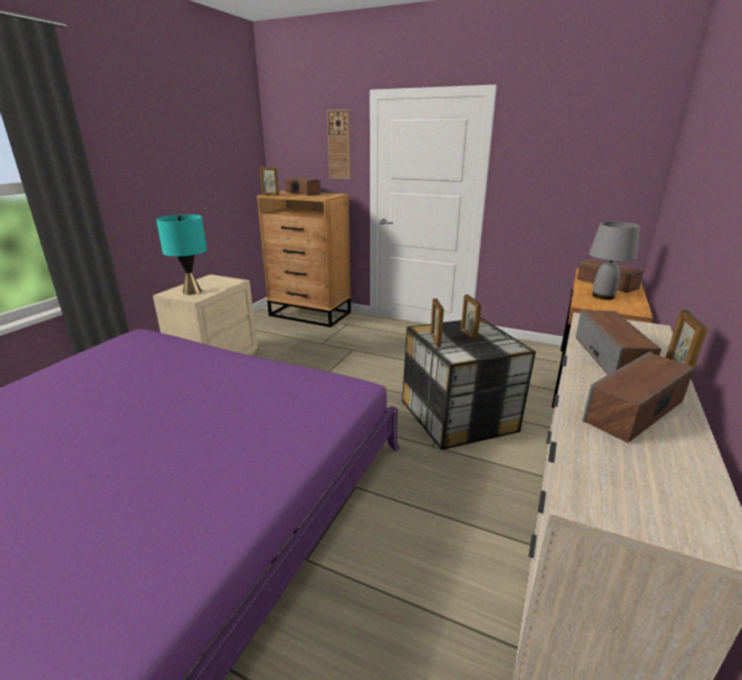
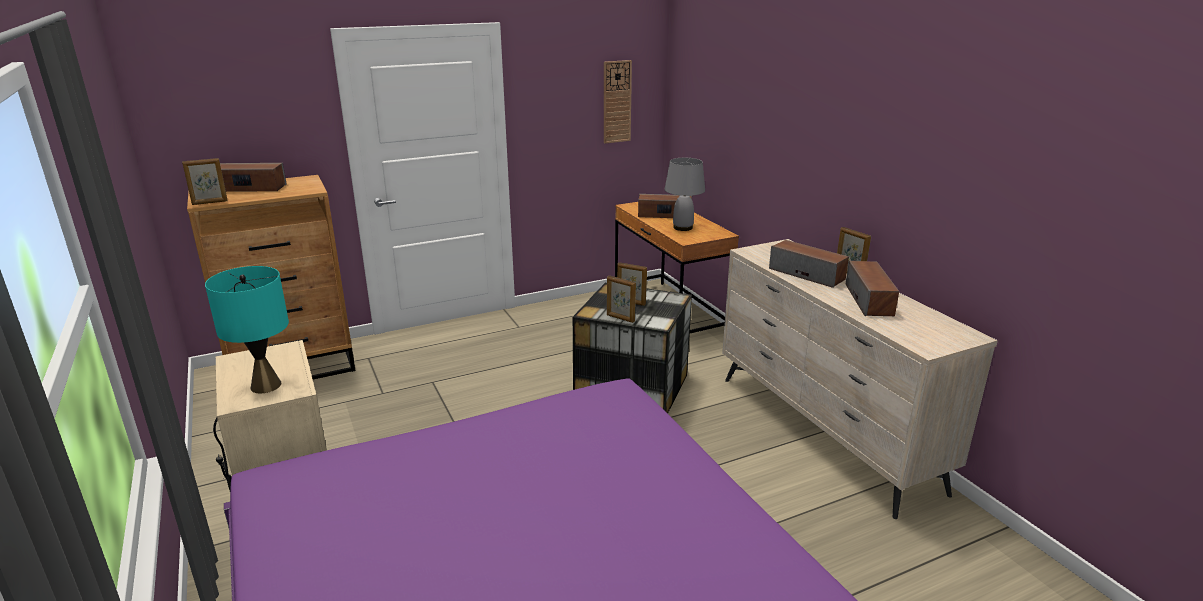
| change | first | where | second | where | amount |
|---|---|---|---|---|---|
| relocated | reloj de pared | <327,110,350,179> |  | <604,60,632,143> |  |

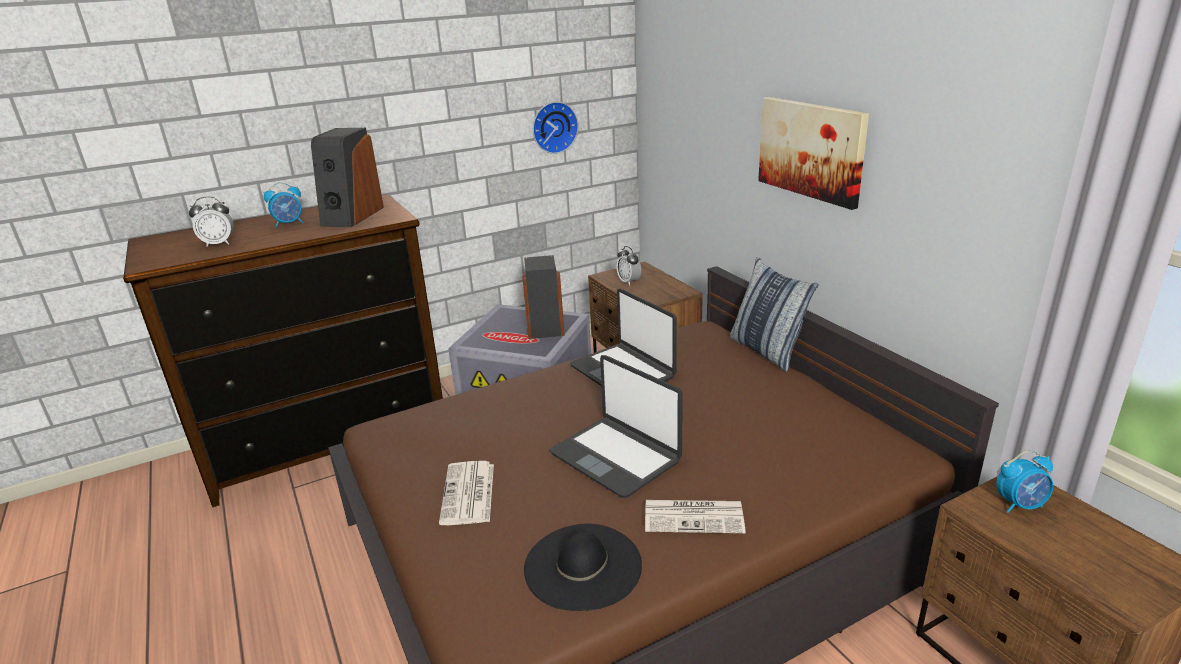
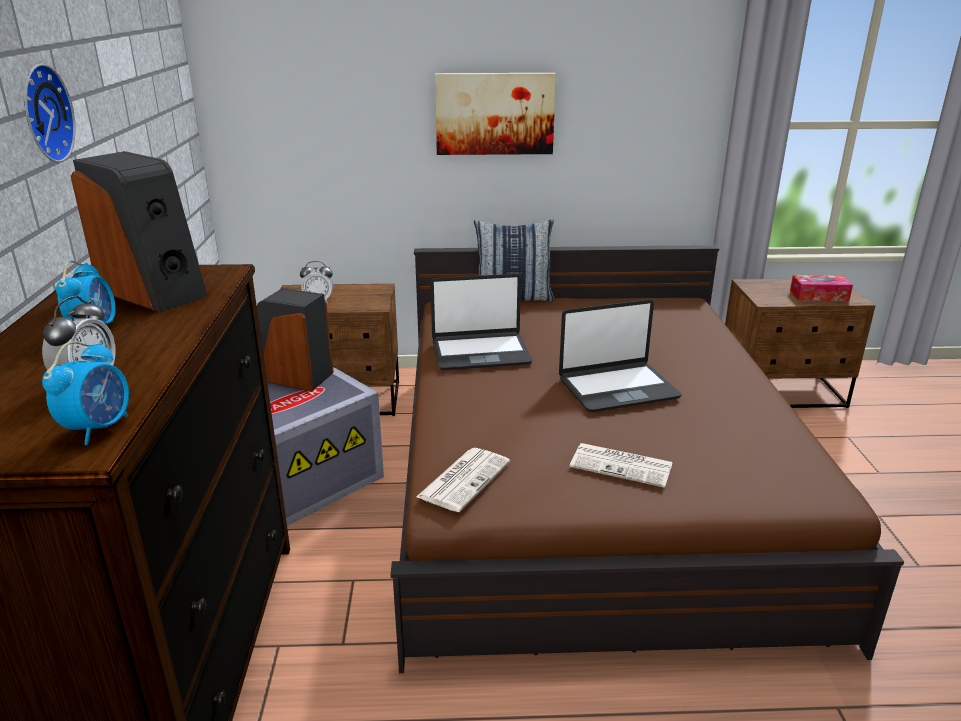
| change | first | where | second | where | amount |
|---|---|---|---|---|---|
| missing | sombrero/negro | <524,524,642,611> |  |  |  |
| relocated | reloj de pared | <533,102,578,154> |  | <24,64,76,163> |  |
| relocated | periódico | <645,500,746,533> |  | <416,448,510,512> |  |
| relocated | despertador | <997,450,1053,513> |  | <42,342,129,445> |  |
| appeared |  |  | caja de pañuelos | <790,275,853,301> |  |

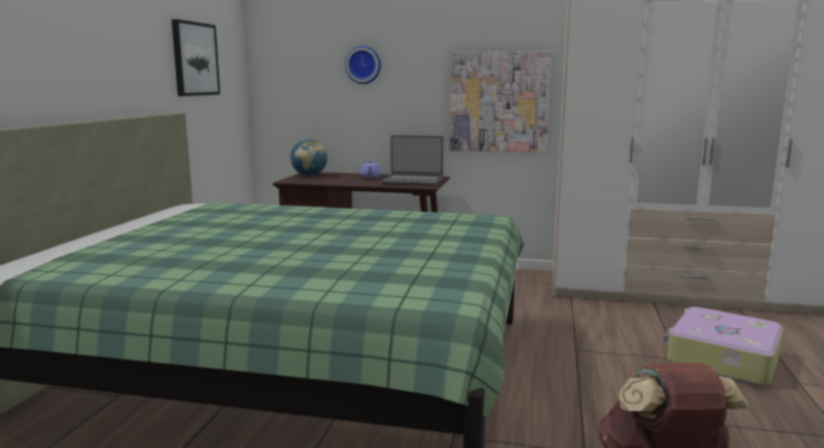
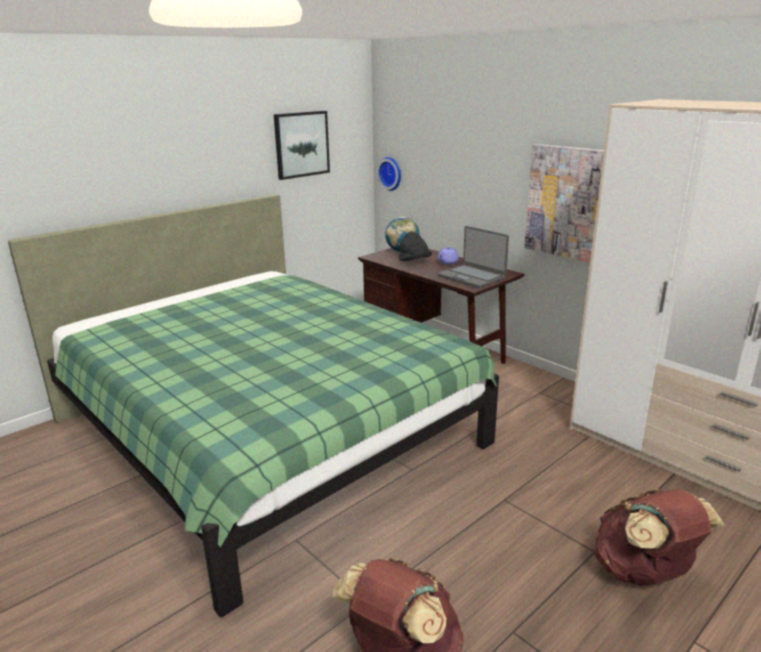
| change | first | where | second | where | amount |
|---|---|---|---|---|---|
| relocated | reloj de pared | <345,46,381,84> |  | <377,157,401,191> |  |
| exchanged | maleta | <663,307,784,386> | mochila/marrón | <594,489,724,586> |  |
| appeared |  |  | sombrero/negro | <398,231,432,261> |  |

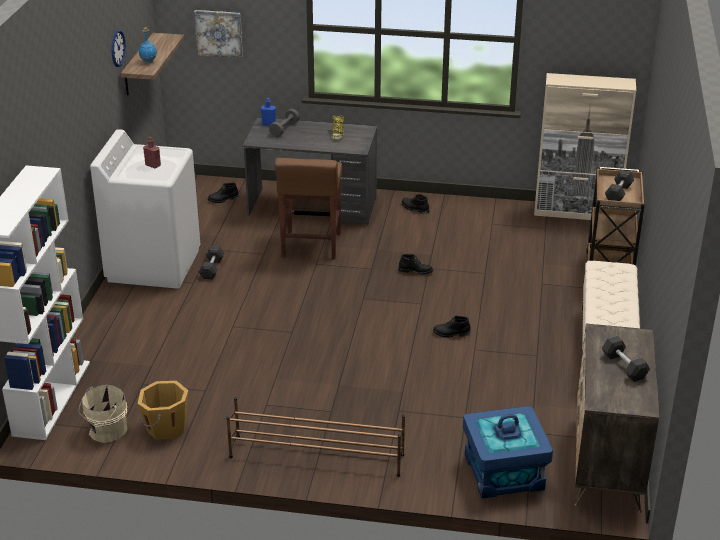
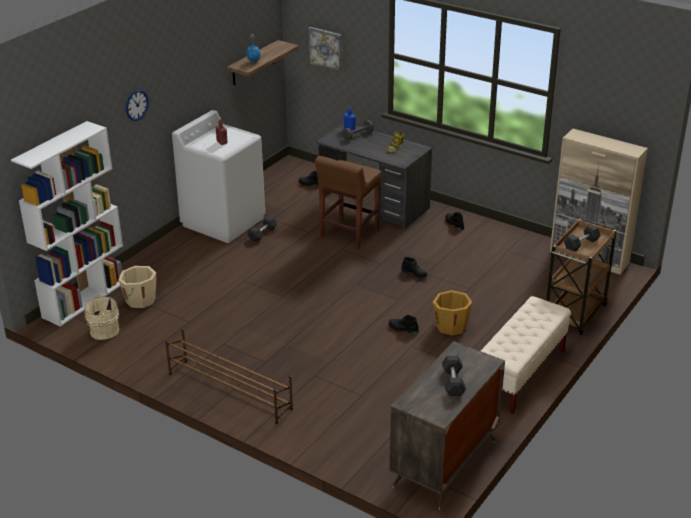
| change | first | where | second | where | amount |
|---|---|---|---|---|---|
| relocated | reloj de pared | <111,30,126,67> |  | <126,90,149,121> |  |
| relocated | cubo/naranja | <138,381,188,439> |  | <433,290,472,336> |  |
| missing | caja de almacenaje/azul | <463,406,553,499> |  |  |  |
| appeared |  |  | cubo/beis | <118,266,156,308> |  |

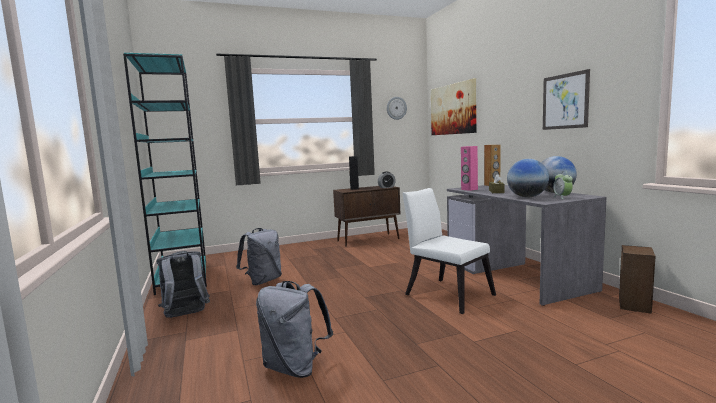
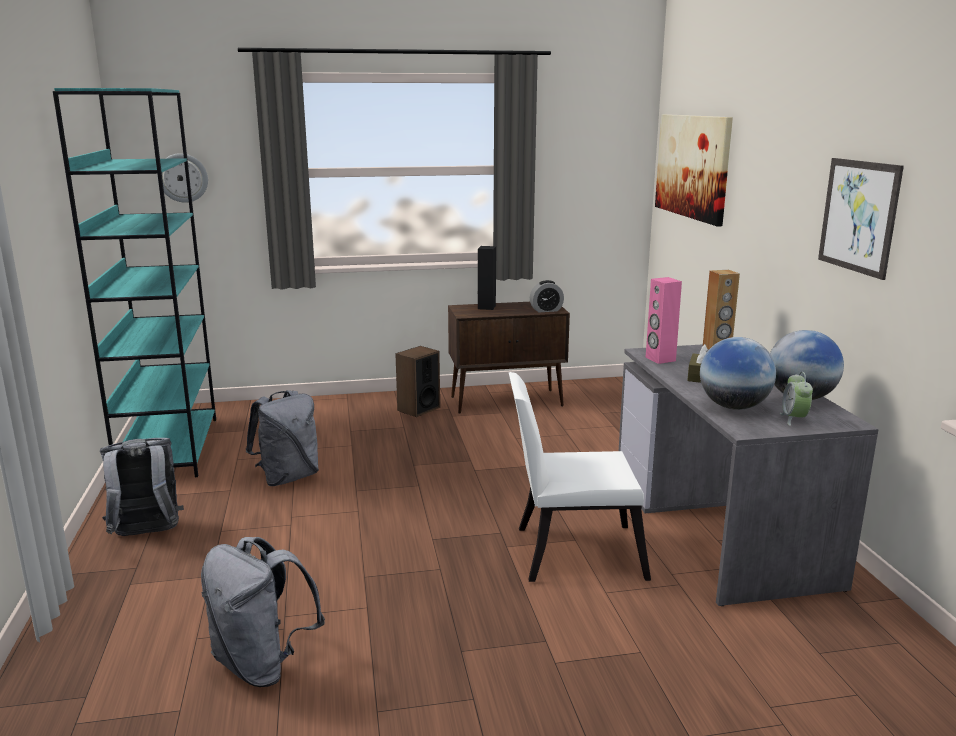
| change | first | where | second | where | amount |
|---|---|---|---|---|---|
| relocated | reloj de pared | <387,97,407,120> |  | <157,153,208,203> |  |
| spun | silla/blanco | <402,188,496,314> |  | <509,372,651,582> | 60 degrees counterclockwise |
| relocated | altavoz | <619,245,656,314> |  | <395,346,440,417> |  |

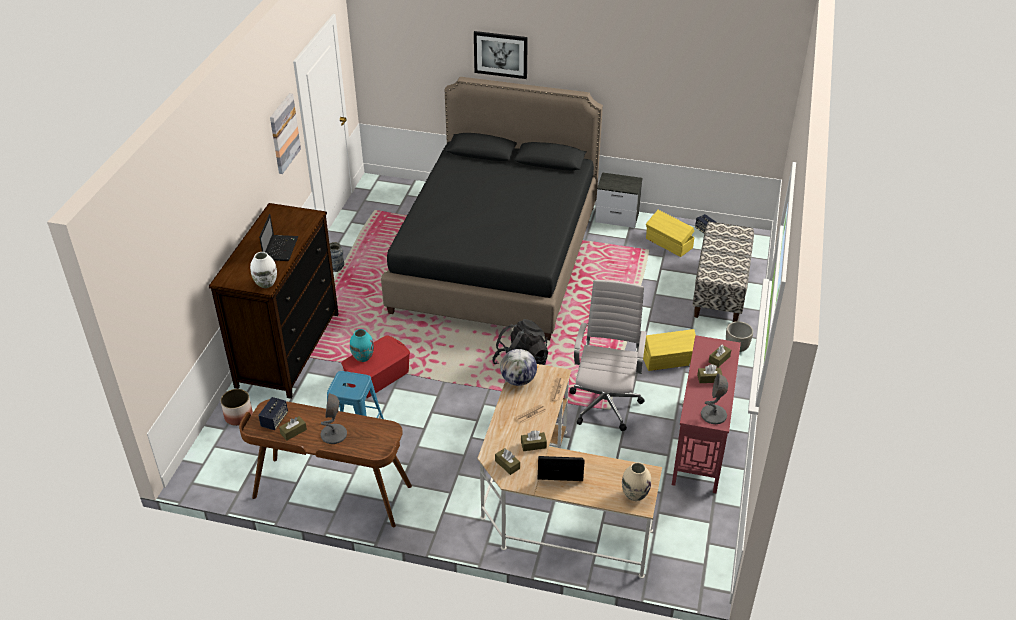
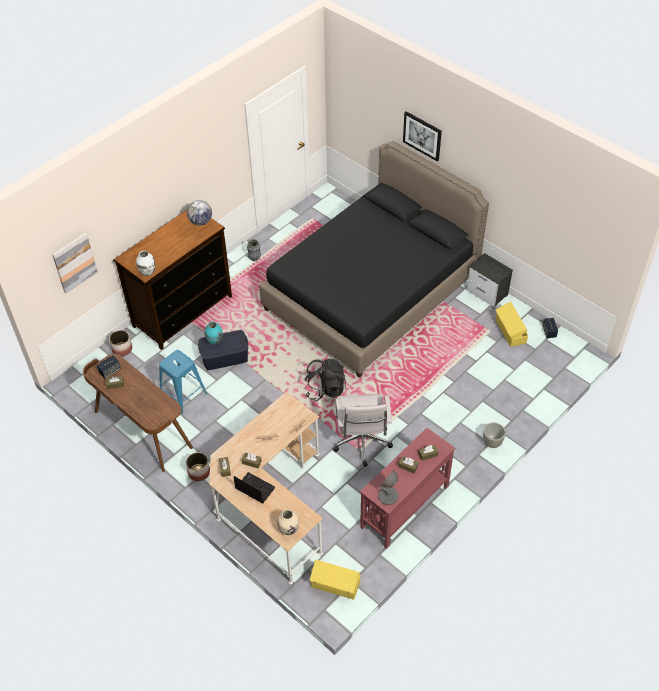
| change | first | where | second | where | amount |
|---|---|---|---|---|---|
| missing | portátil | <259,214,298,261> |  |  |  |
| relocated | cuadro | <270,93,301,174> |  | <52,233,98,293> |  |
| missing | lámpara de mesa/gris | <321,393,347,444> |  |  |  |
| colour | caja de almacenaje/rojo | <341,335,410,398> | caja de almacenaje/azul | <198,330,248,370> |  |
| relocated | globo terráqueo | <500,349,537,386> |  | <187,200,212,226> |  |
| spun | silla de oficina/blanco | <569,280,647,431> |  | <333,394,393,467> | 135 degrees clockwise |
| relocated | caja de almacenaje/amarillo | <643,329,696,371> |  | <310,560,360,600> |  |
| missing | banco | <692,222,754,322> |  |  |  |
| appeared |  |  | maceta | <186,452,210,481> |  |

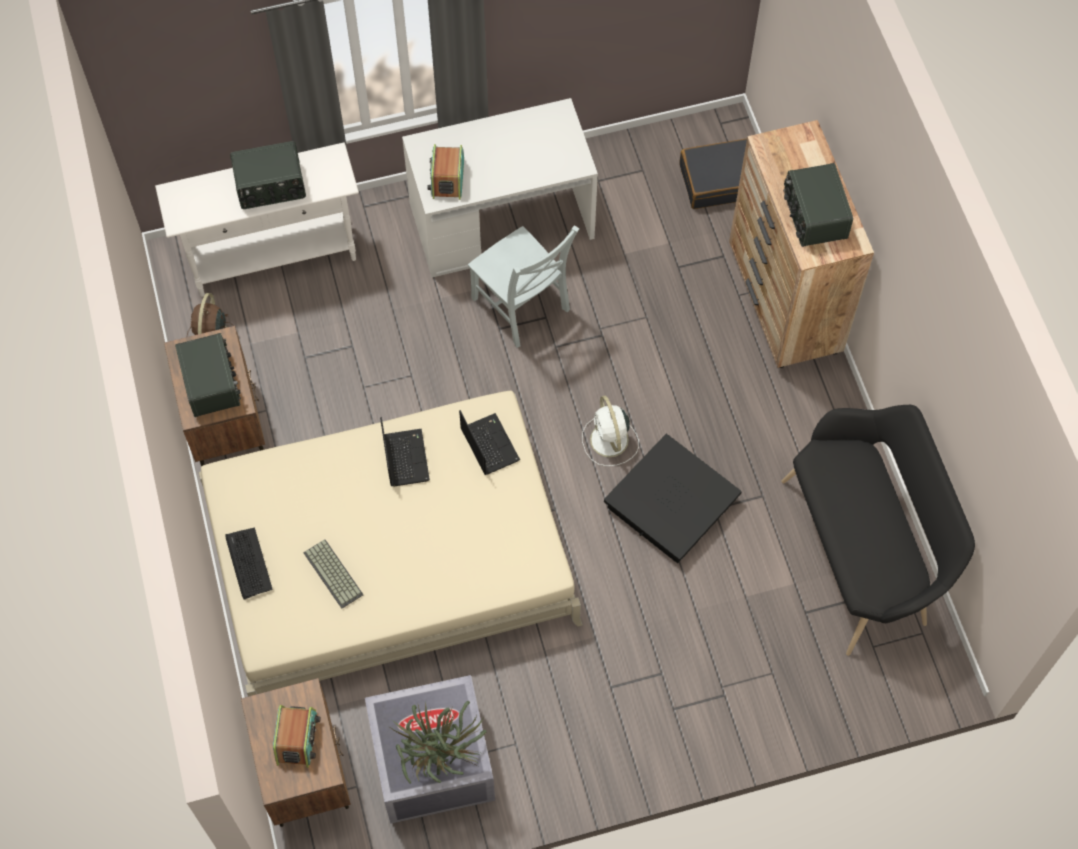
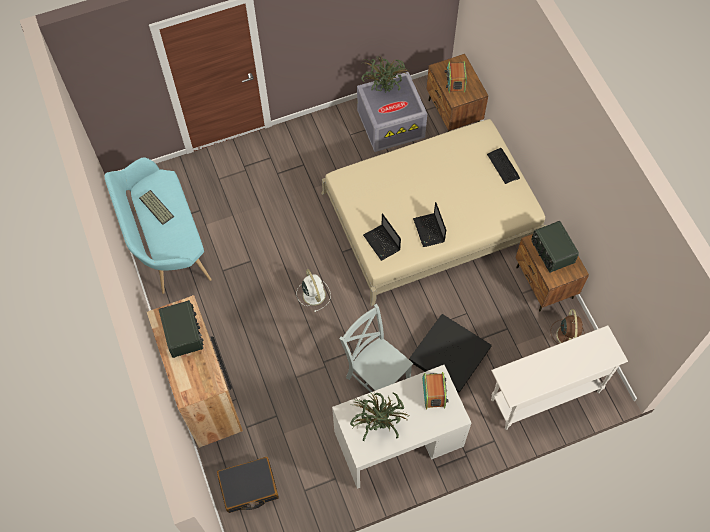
| change | first | where | second | where | amount |
|---|---|---|---|---|---|
| missing | radio | <230,141,306,209> |  |  |  |
| relocated | teclado | <303,539,363,609> |  | <139,190,174,225> |  |
| relocated | caja de almacenaje/negro | <604,434,742,563> |  | <409,314,492,393> |  |
| colour | banco/negro | <782,405,975,656> | banco/turquesa | <105,158,212,294> |  |
| appeared |  |  | planta en maceta | <349,392,411,441> |  |

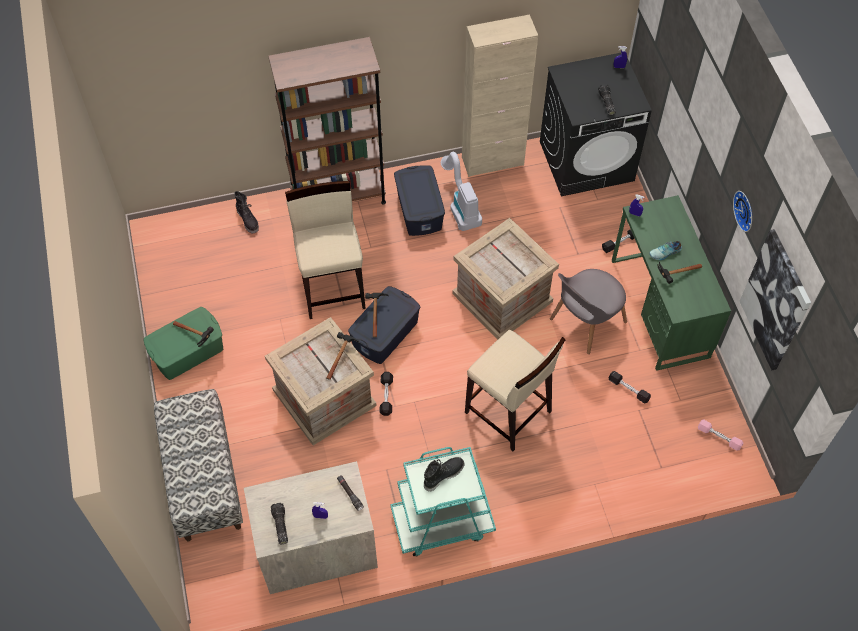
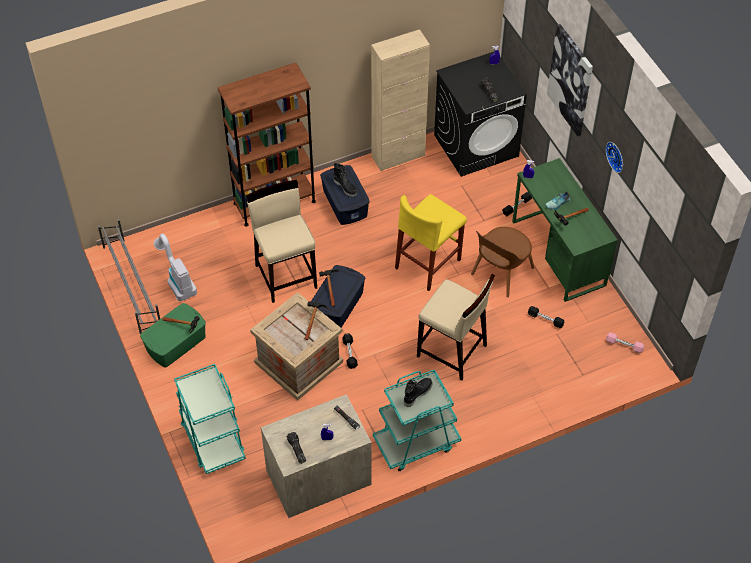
| change | first | where | second | where | amount |
|---|---|---|---|---|---|
| exchanged | banco | <154,389,243,542> | carrito/turquesa | <174,364,246,474> |  |
| relocated | bota/negro | <234,191,259,234> |  | <334,163,357,197> |  |
| relocated | aspiradora | <441,152,482,231> |  | <154,234,197,301> |  |
| exchanged | caja de embalaje | <452,218,559,339> | taburete/amarillo | <395,194,467,291> |  |
| colour | silla/gris | <550,269,627,354> | silla/marrón | <471,227,534,297> |  |
| relocated | cuadro | <740,229,811,370> |  | <547,24,593,136> |  |
| appeared |  |  | zapatero/gris | <98,219,160,334> |  |

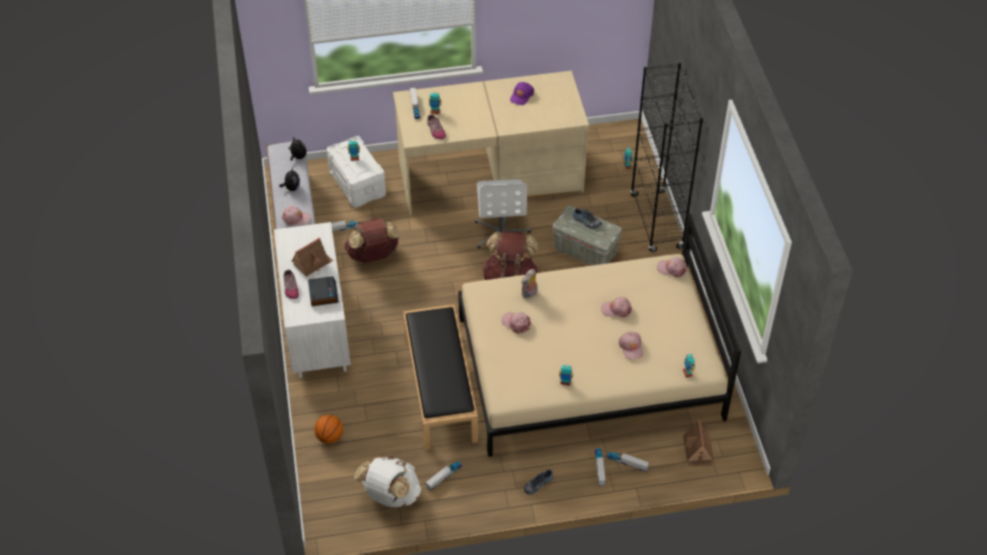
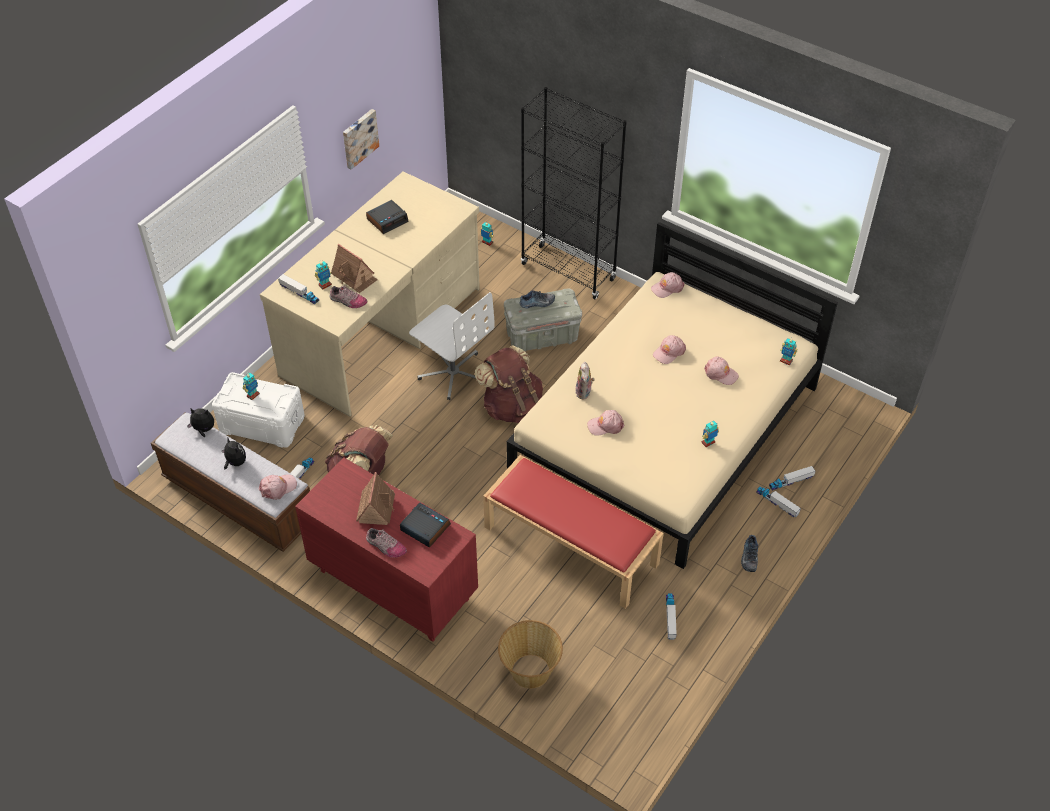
| change | first | where | second | where | amount |
|---|---|---|---|---|---|
| colour | cómoda/blanco | <274,222,351,378> | cómoda/rojo | <295,458,478,642> |  |
| exchanged | balón de baloncesto | <314,415,343,444> | cesta | <498,620,563,689> |  |
| missing | mochila/blanco | <354,455,421,507> |  |  |  |
| colour | banco/negro | <403,304,478,450> | banco/rojo | <483,455,664,609> |  |
| exchanged | gorra/morado | <510,82,534,105> | despertador | <366,200,409,234> |  |
| relocated | casita | <683,420,713,467> |  | <331,244,378,293> |  |
| appeared |  |  | cuadro | <343,109,379,170> |  |

